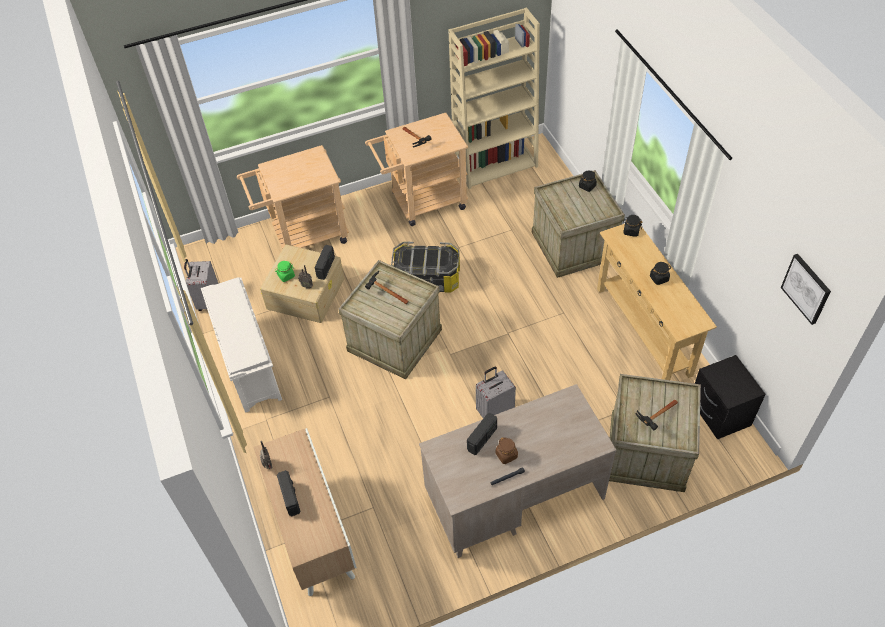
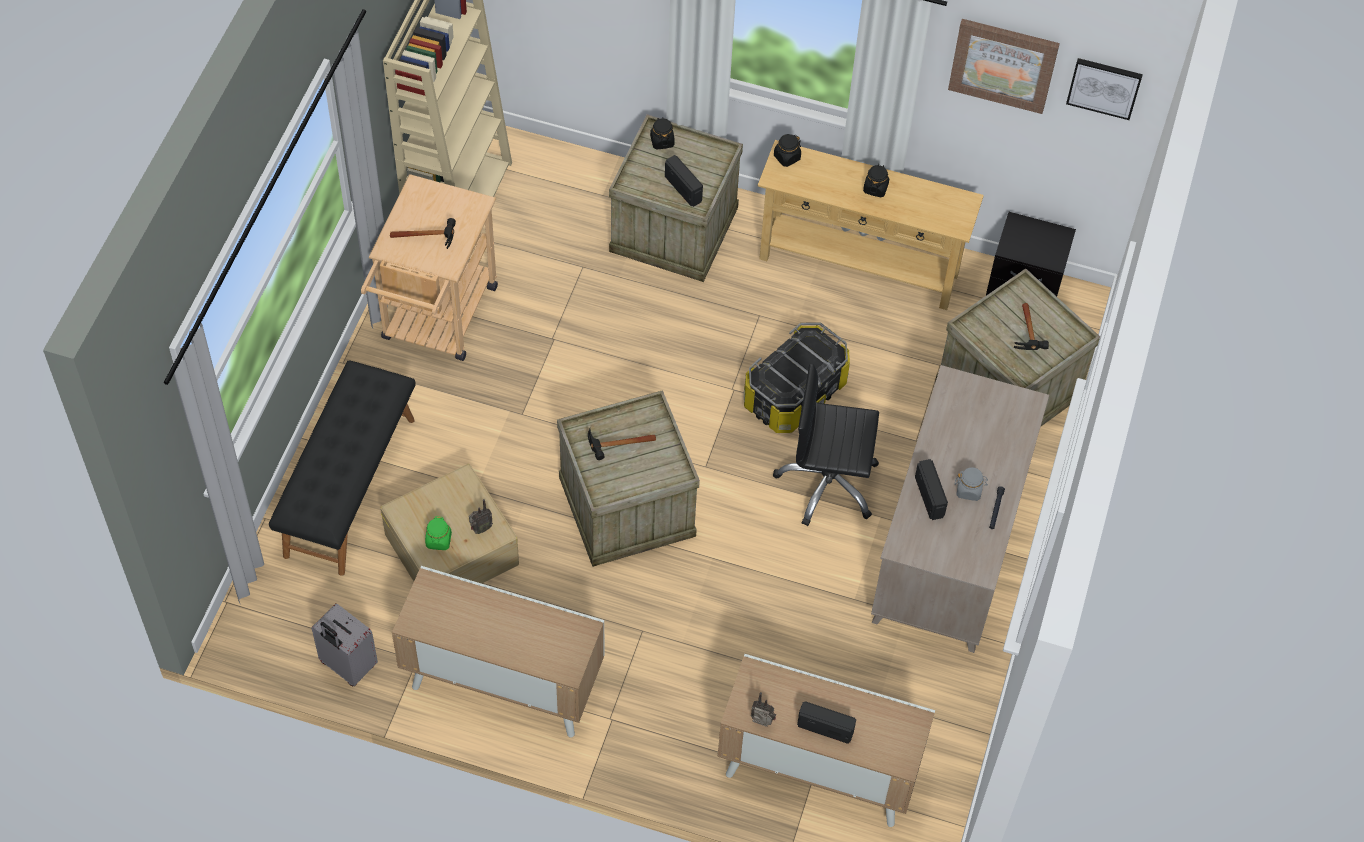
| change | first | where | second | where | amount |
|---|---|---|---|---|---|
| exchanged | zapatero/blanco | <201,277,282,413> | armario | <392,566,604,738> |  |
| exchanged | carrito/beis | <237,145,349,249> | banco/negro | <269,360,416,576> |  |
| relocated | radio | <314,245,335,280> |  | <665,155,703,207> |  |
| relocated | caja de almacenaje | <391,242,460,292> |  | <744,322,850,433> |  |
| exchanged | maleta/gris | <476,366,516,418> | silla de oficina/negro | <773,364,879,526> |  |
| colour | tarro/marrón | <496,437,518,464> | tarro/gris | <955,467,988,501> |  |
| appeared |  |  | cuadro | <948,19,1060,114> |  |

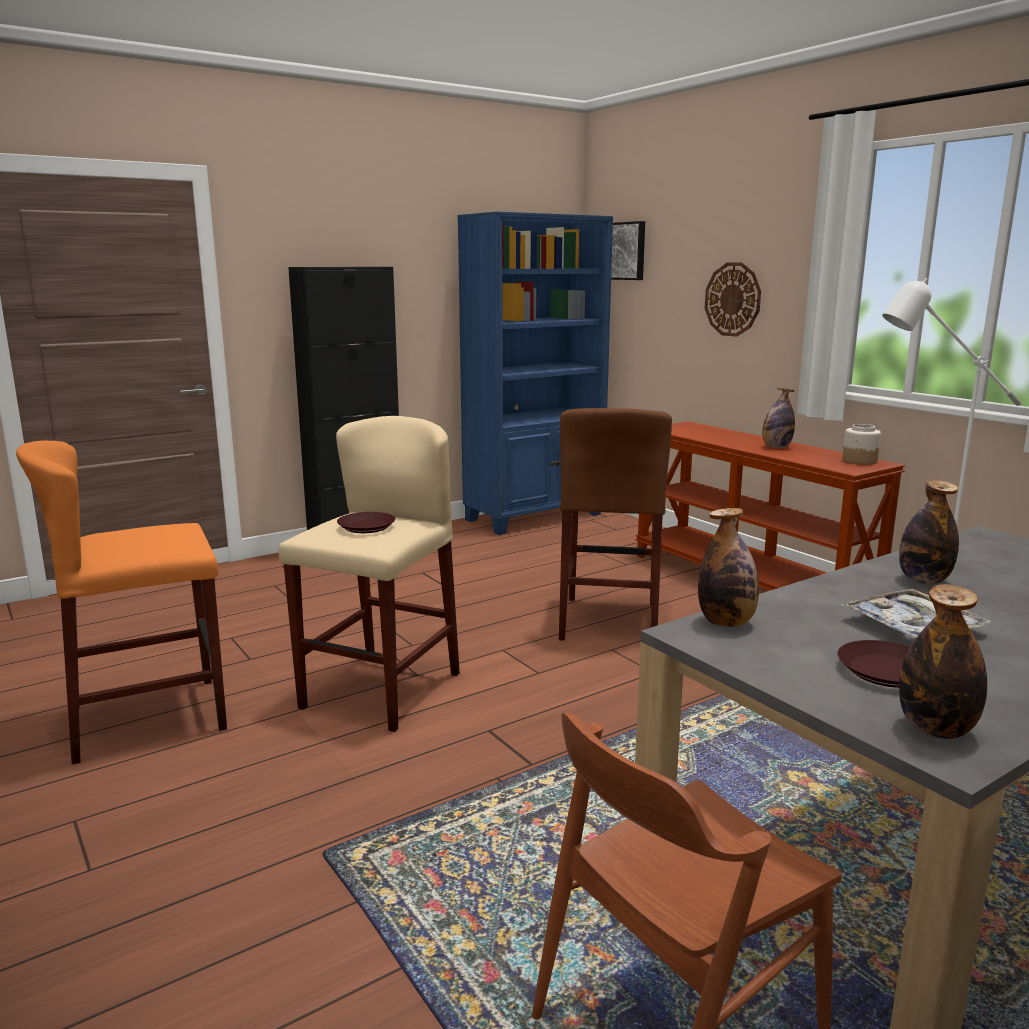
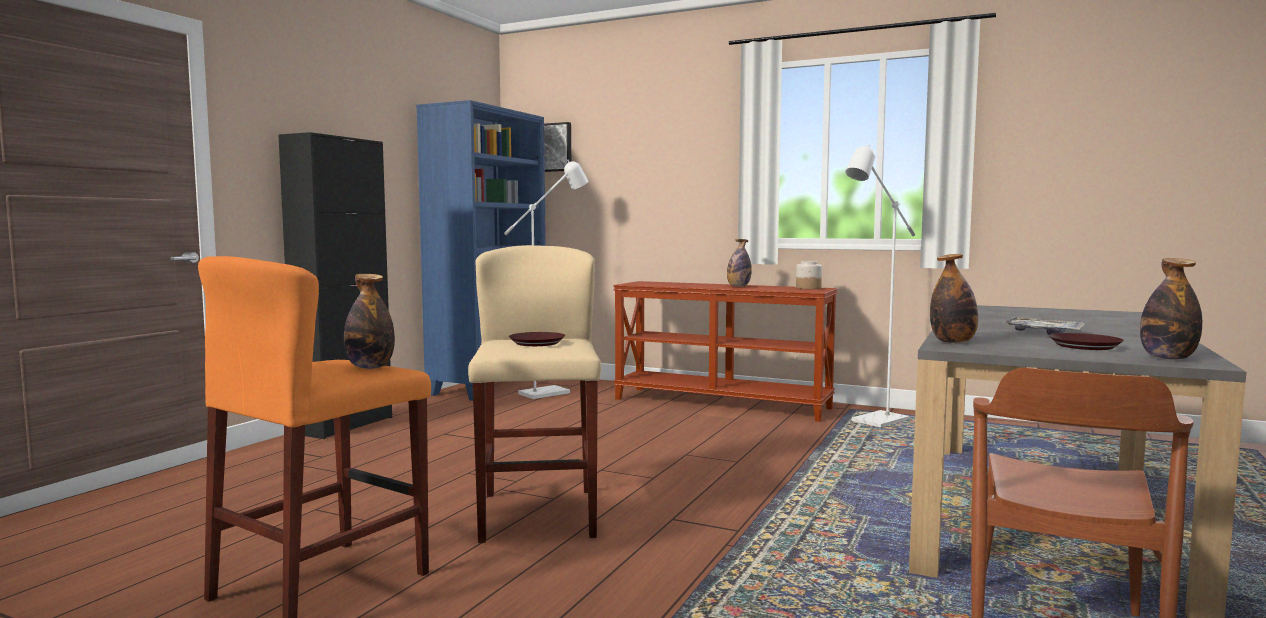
| change | first | where | second | where | amount |
|---|---|---|---|---|---|
| missing | taburete/marrón | <559,408,672,641> |  |  |  |
| missing | reloj de pared | <705,263,761,337> |  |  |  |
| relocated | botella | <899,480,959,584> |  | <344,274,395,369> |  |
| appeared |  |  | lámpara de pie/blanco | <504,160,588,399> |  |

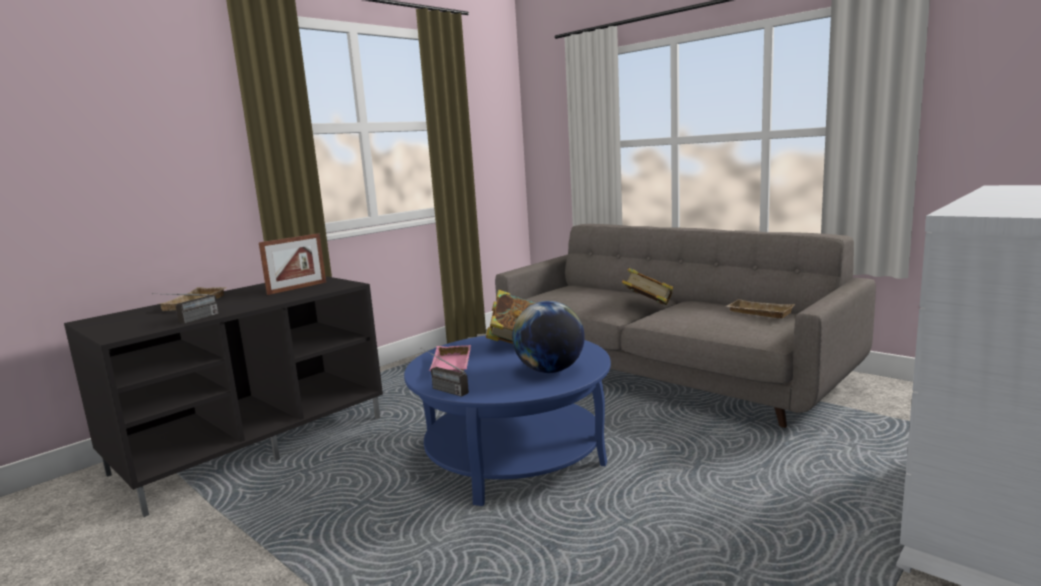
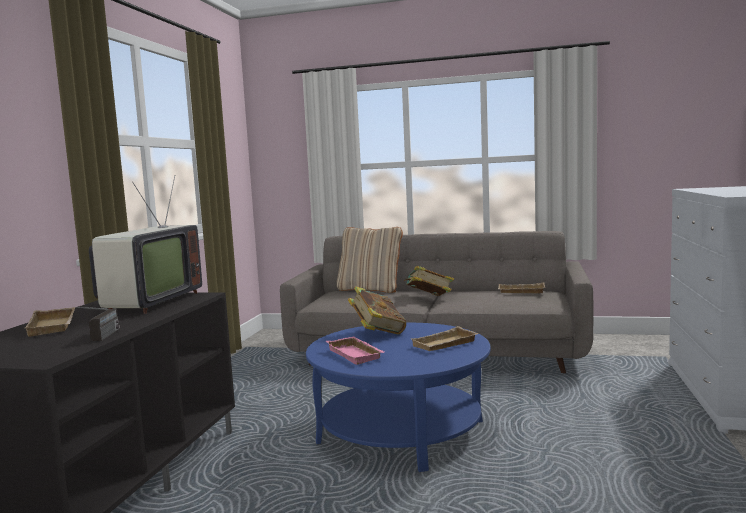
| change | first | where | second | where | amount |
|---|---|---|---|---|---|
| exchanged | portarretratos | <259,233,326,295> | televisor | <89,175,202,314> |  |
| missing | radio | <423,349,469,397> |  |  |  |
| exchanged | globo terráqueo | <512,301,585,373> | bandeja/beis | <412,326,479,351> |  |
| appeared |  |  | cojín/beis | <337,227,403,293> |  |

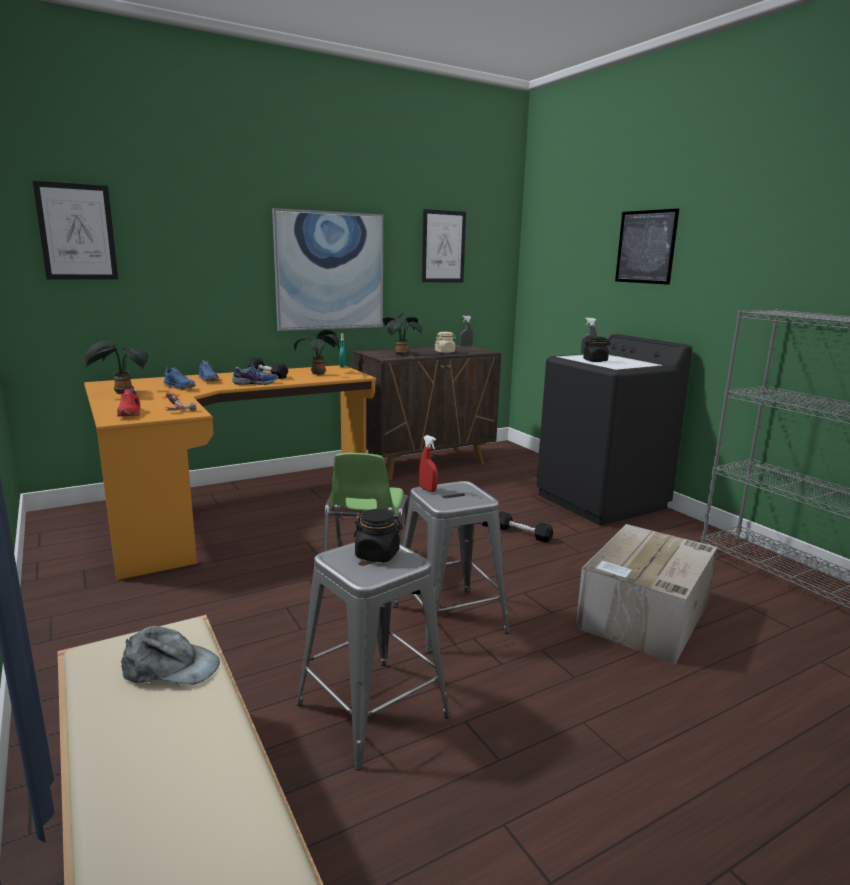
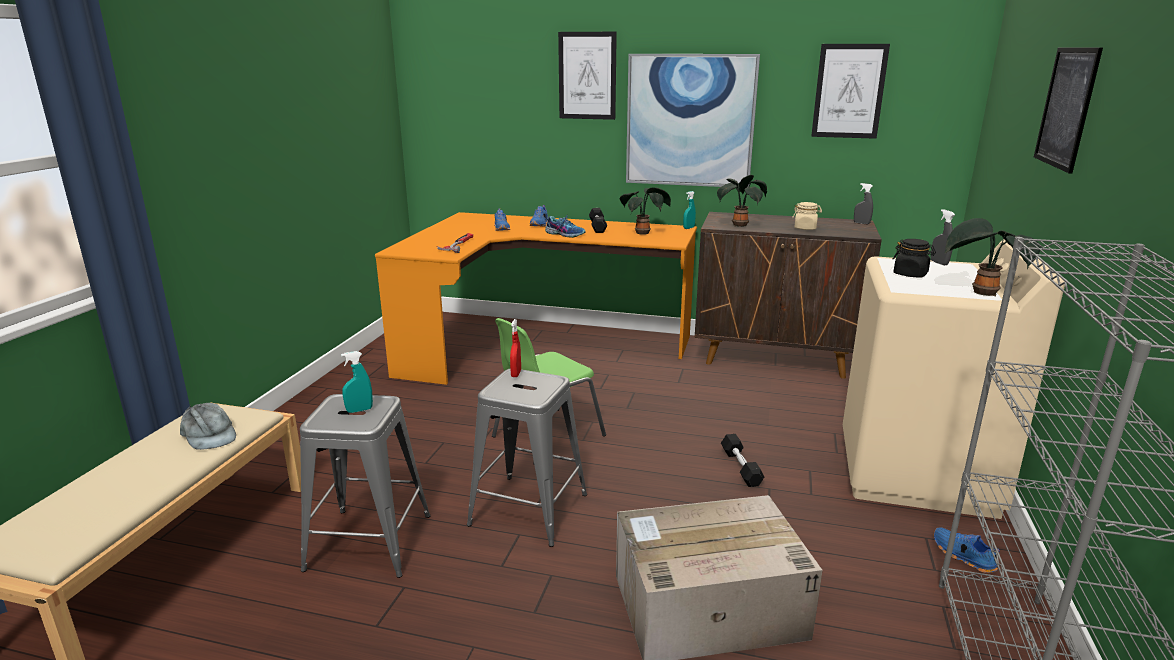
| change | first | where | second | where | amount |
|---|---|---|---|---|---|
| relocated | cuadro | <33,181,118,280> |  | <558,32,617,120> |  |
| relocated | planta en maceta | <84,341,148,394> |  | <943,218,1041,296> |  |
| missing | zapato/rojo | <117,388,141,417> |  |  |  |
| exchanged | tarro/negro | <354,509,403,562> | pulverizador/turquesa | <341,351,373,413> |  |
| colour | lavadora/negro | <536,334,692,525> | lavadora/beis | <843,239,1065,519> |  |
| appeared |  |  | zapato/azul | <934,527,1000,573> |  |

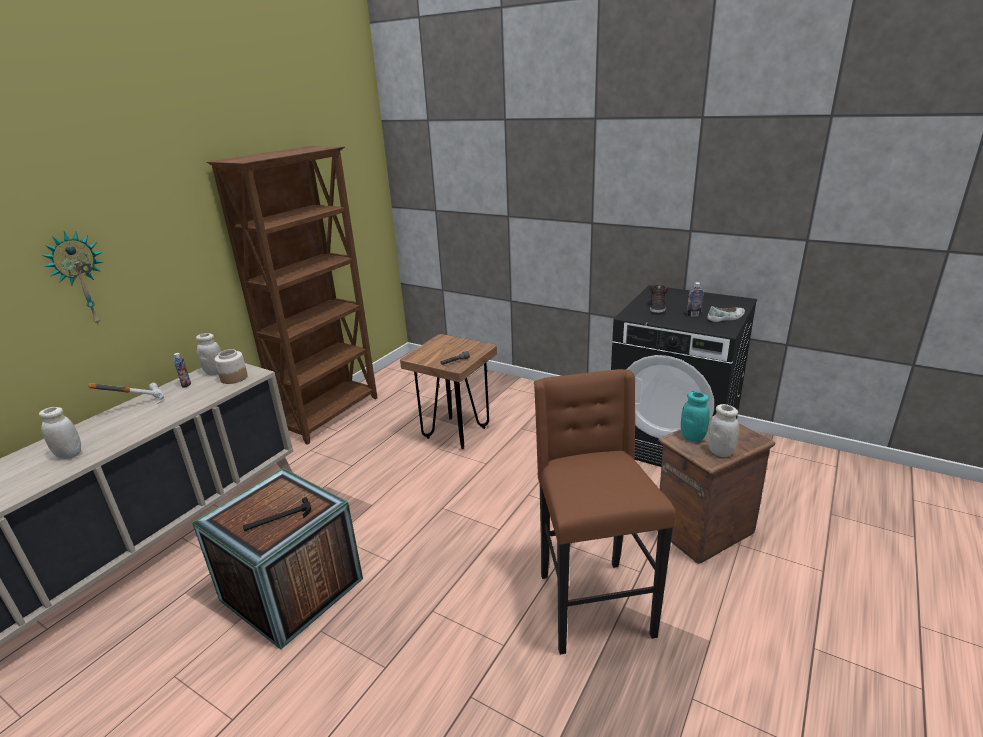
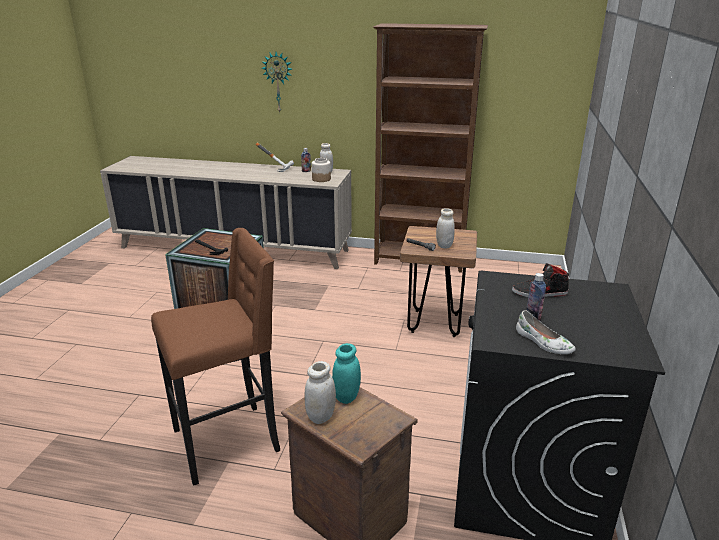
| change | first | where | second | where | amount |
|---|---|---|---|---|---|
| relocated | tarro/blanco | <39,407,81,459> |  | <436,208,455,248> |  |

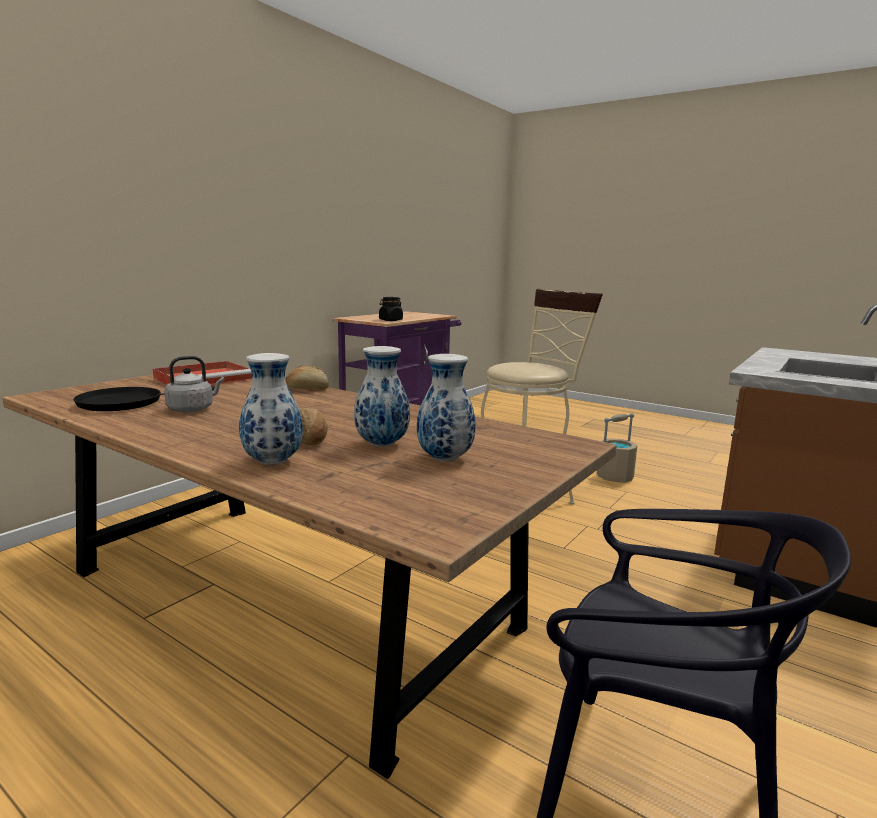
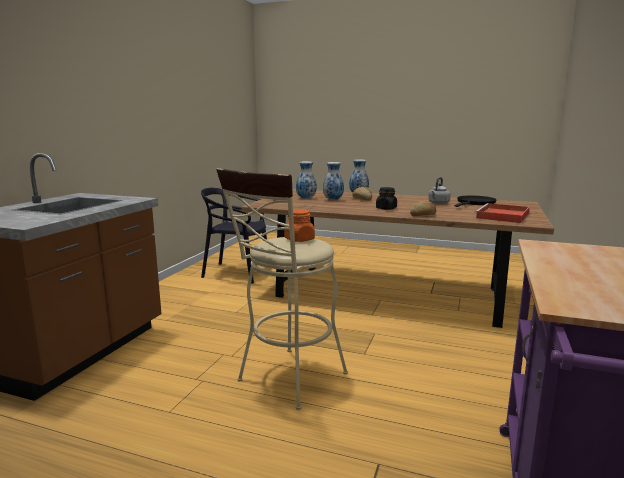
| change | first | where | second | where | amount |
|---|---|---|---|---|---|
| relocated | tarro/negro | <379,297,403,321> |  | <376,187,397,210> |  |
| missing | cubo/beis | <597,413,637,483> |  |  |  |
| appeared |  |  | tarro/naranja | <284,209,315,242> |  |

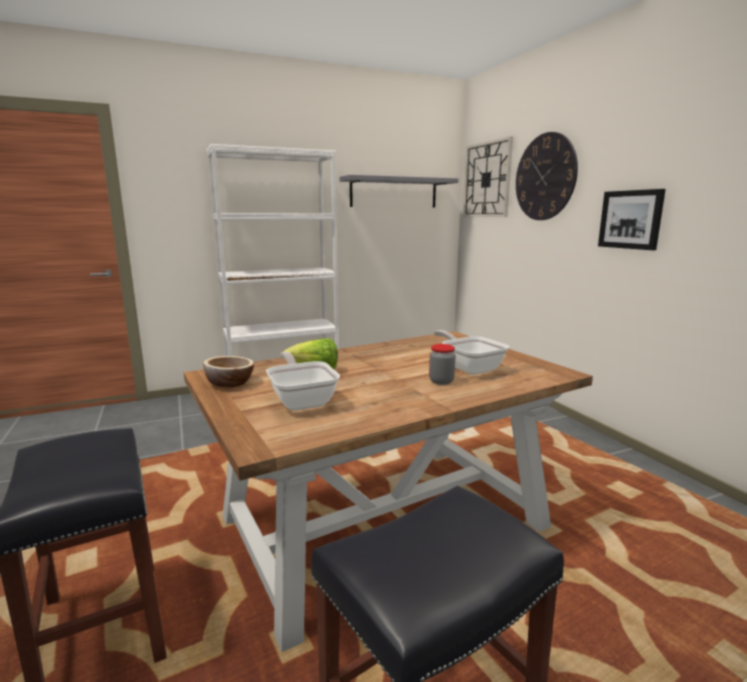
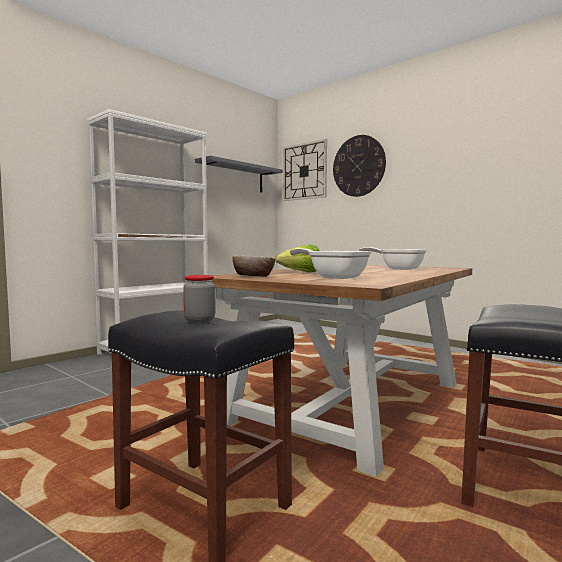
| change | first | where | second | where | amount |
|---|---|---|---|---|---|
| relocated | tarro | <429,344,456,385> |  | <183,275,216,323> |  |
| missing | cuadro | <598,189,666,250> |  |  |  |

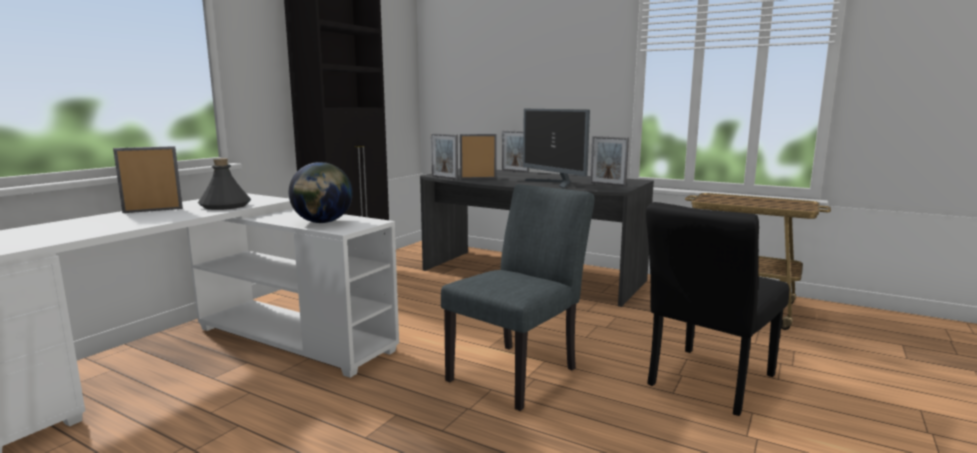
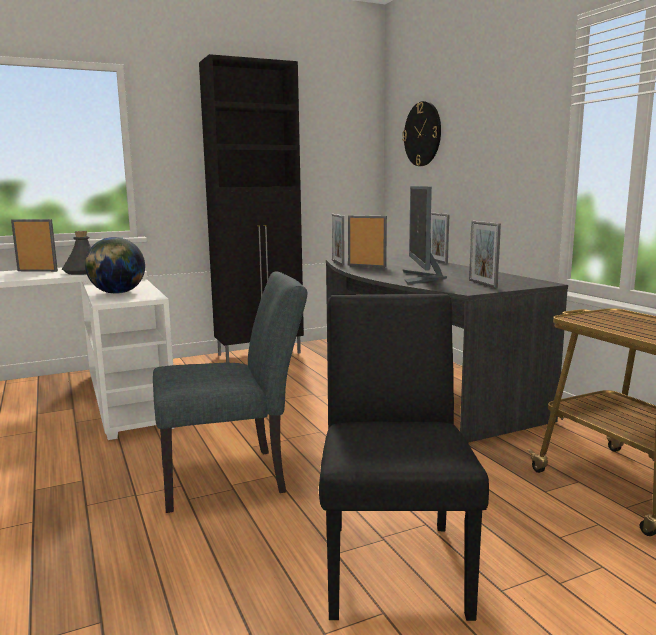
| change | first | where | second | where | amount |
|---|---|---|---|---|---|
| spun | silla/negro | <646,202,789,416> |  | <319,294,489,621> | 105 degrees clockwise |
| appeared |  |  | reloj de pared | <402,101,441,166> |  |

